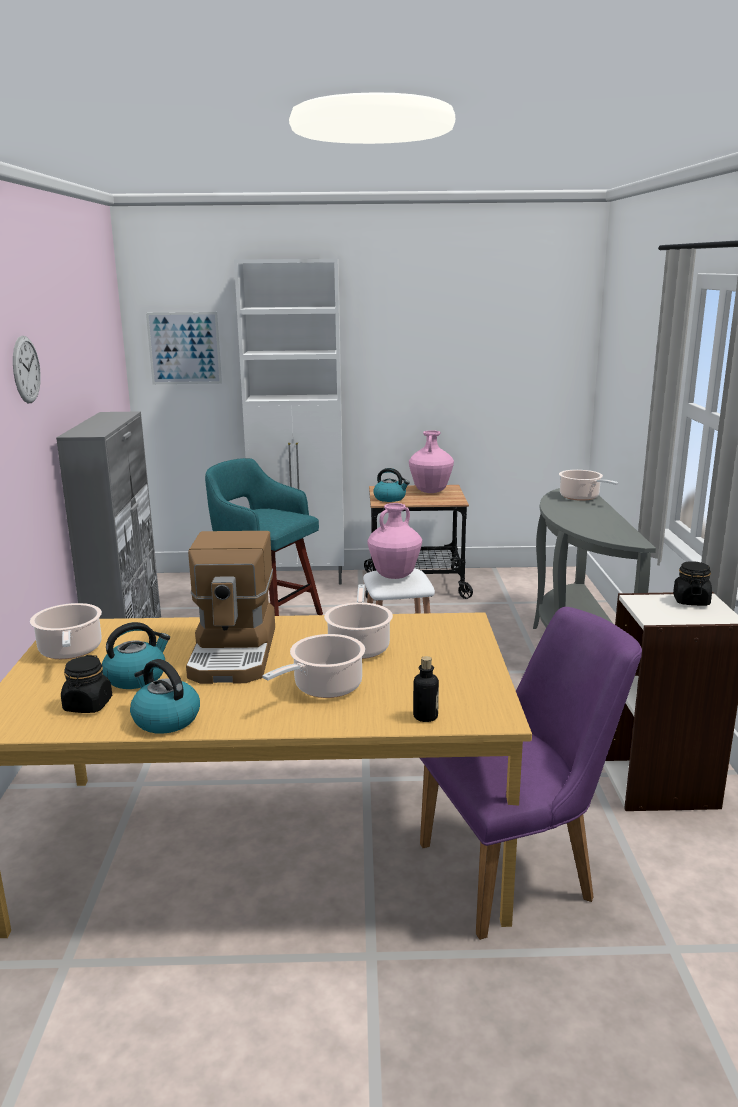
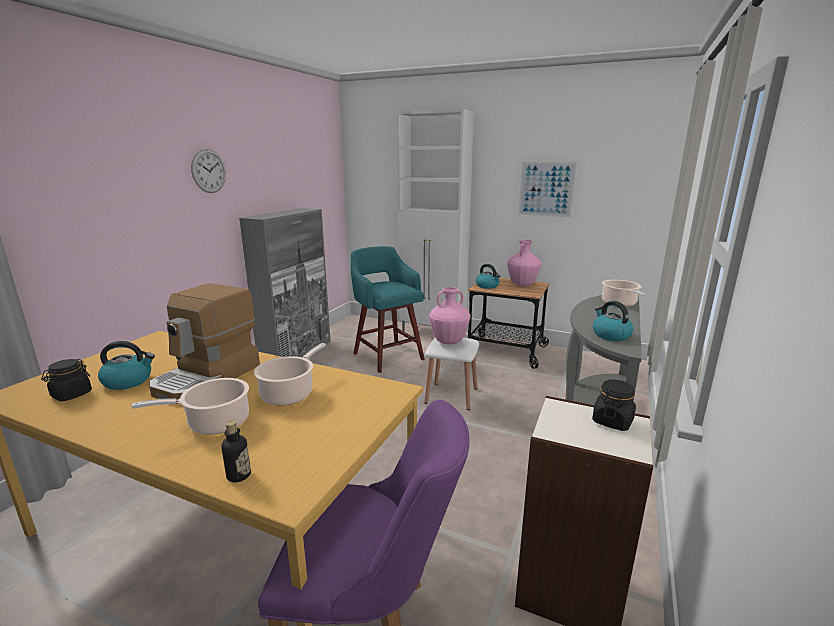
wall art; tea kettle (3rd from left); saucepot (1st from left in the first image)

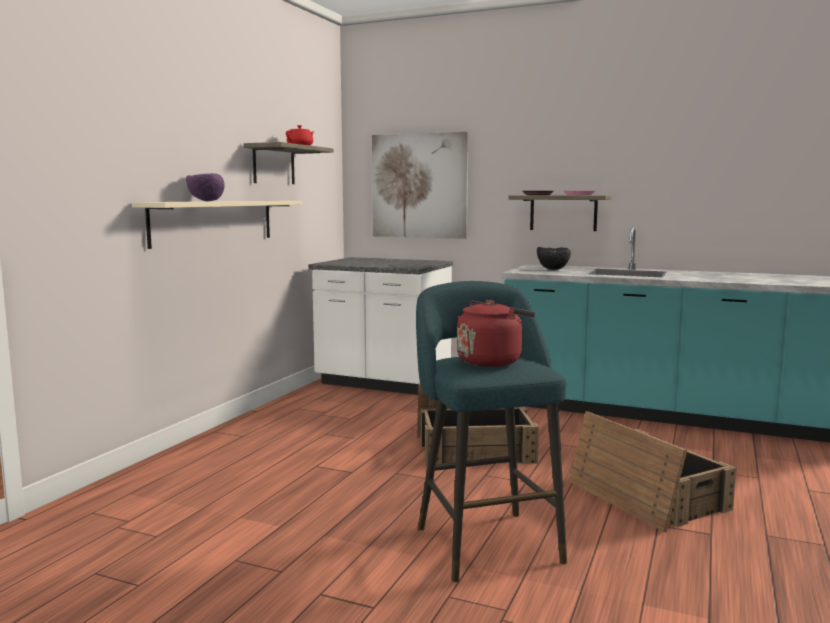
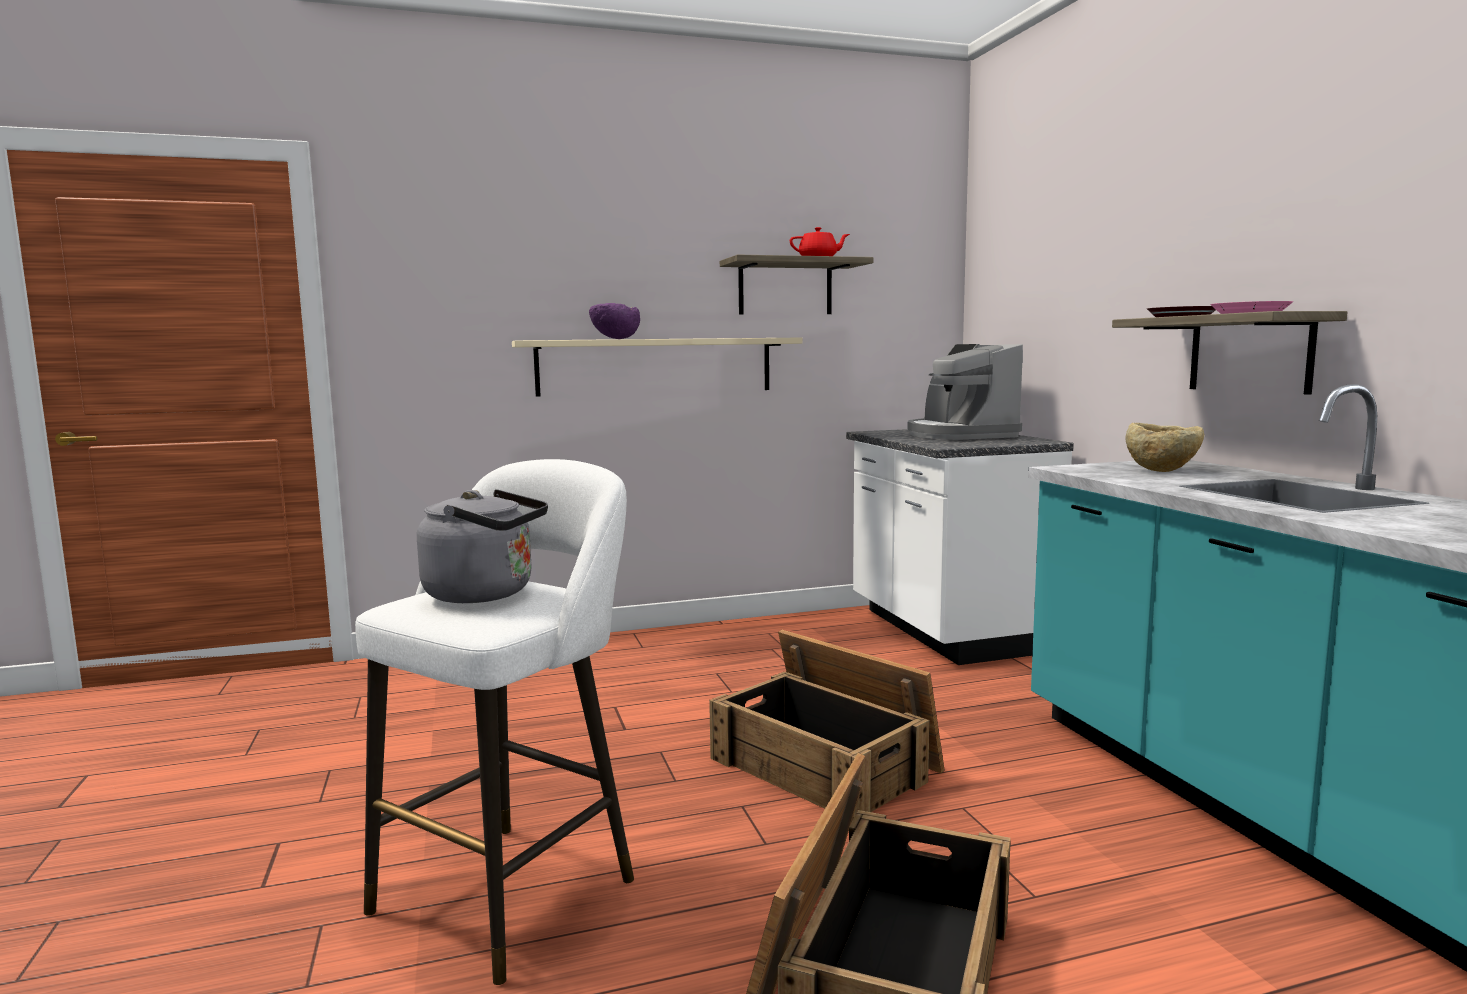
whitish stool seat; greyish tea kettle; coffee machine; beige serving bowl; wall art

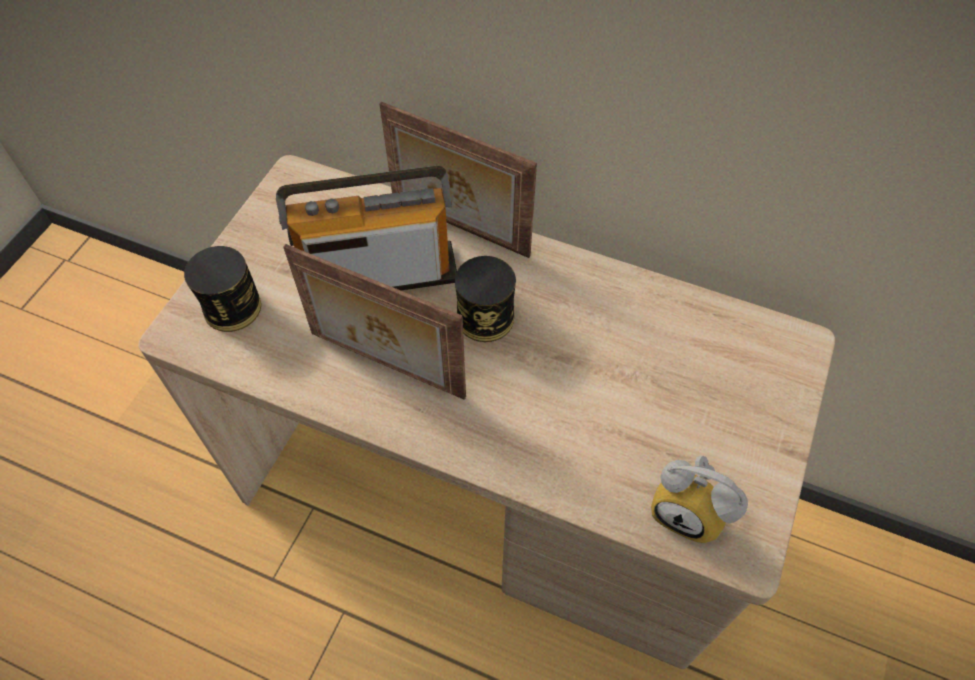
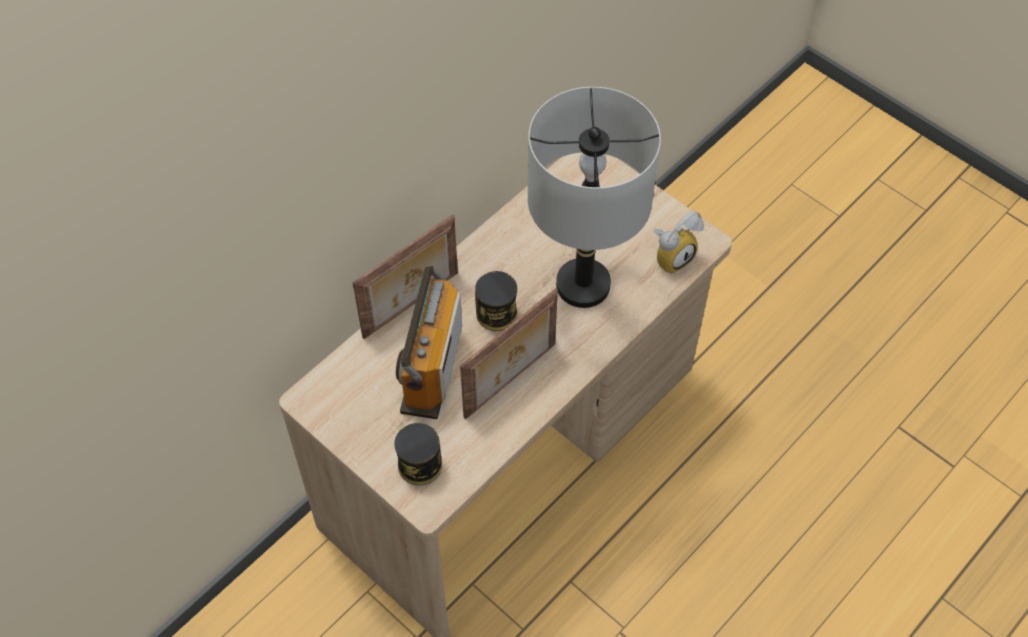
greyish lamp for a table

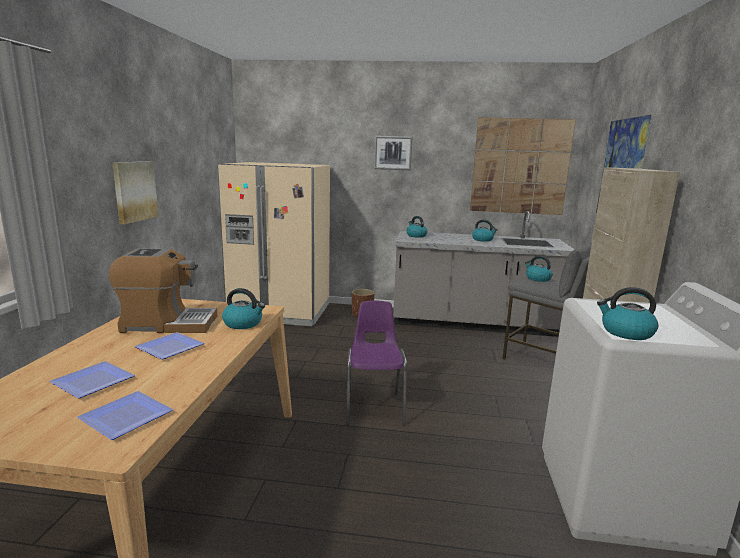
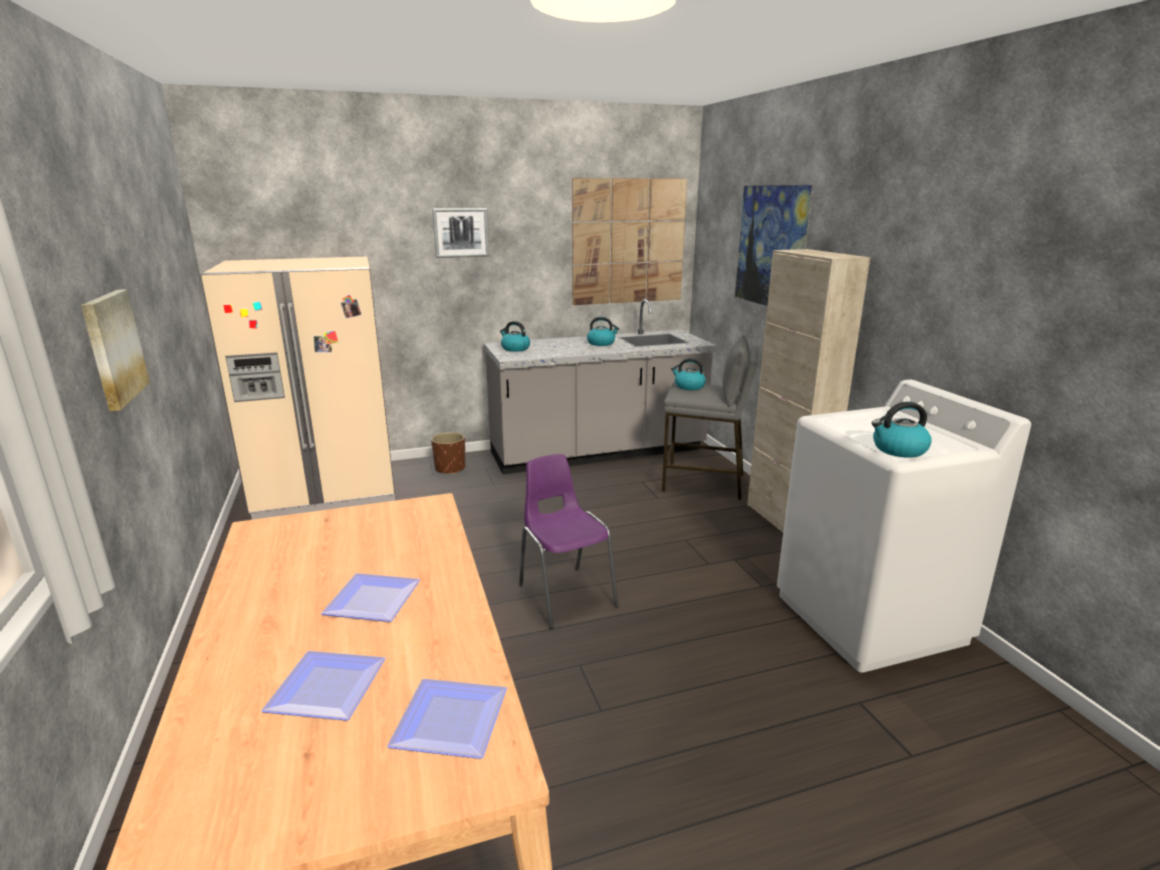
coffee machine; tea kettle (1st from left in the first image)

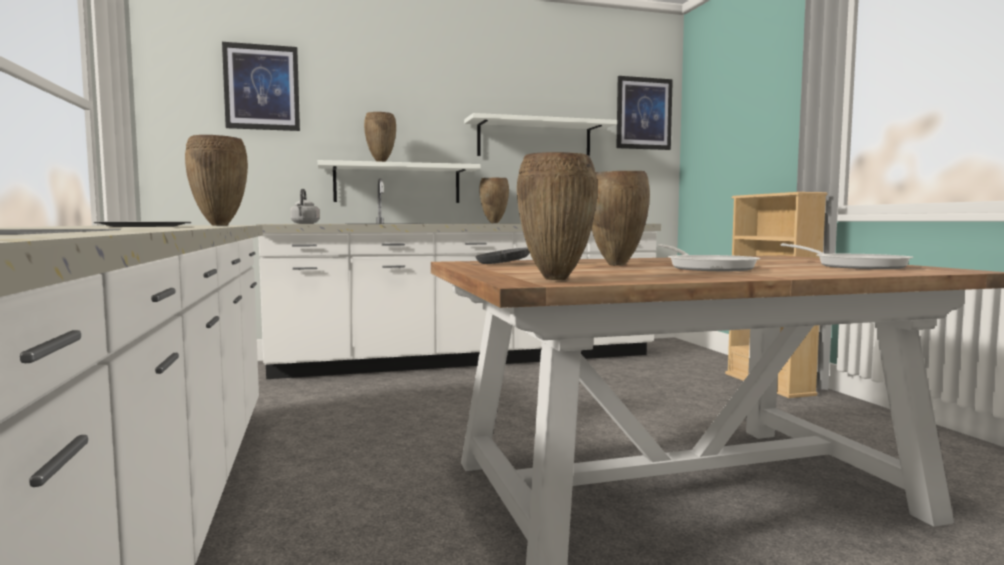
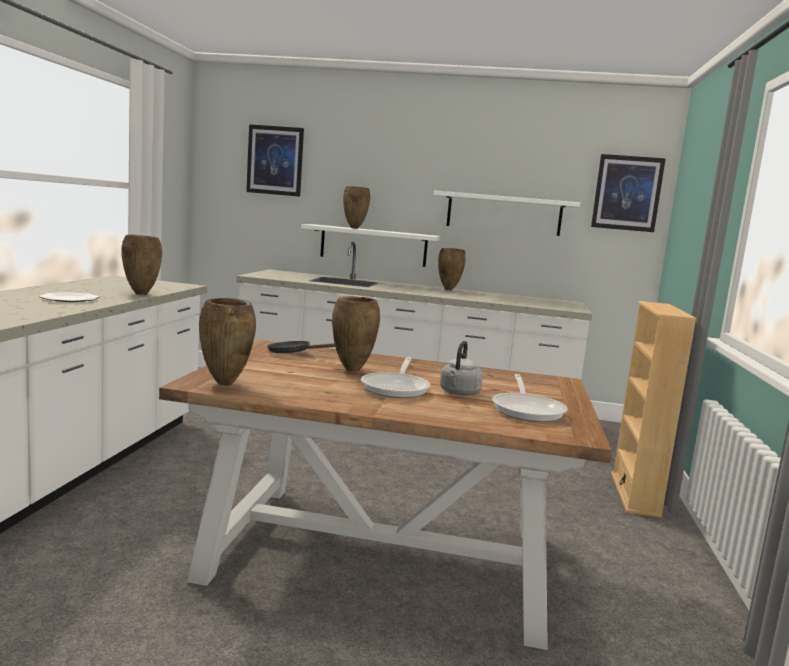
greyish tea kettle

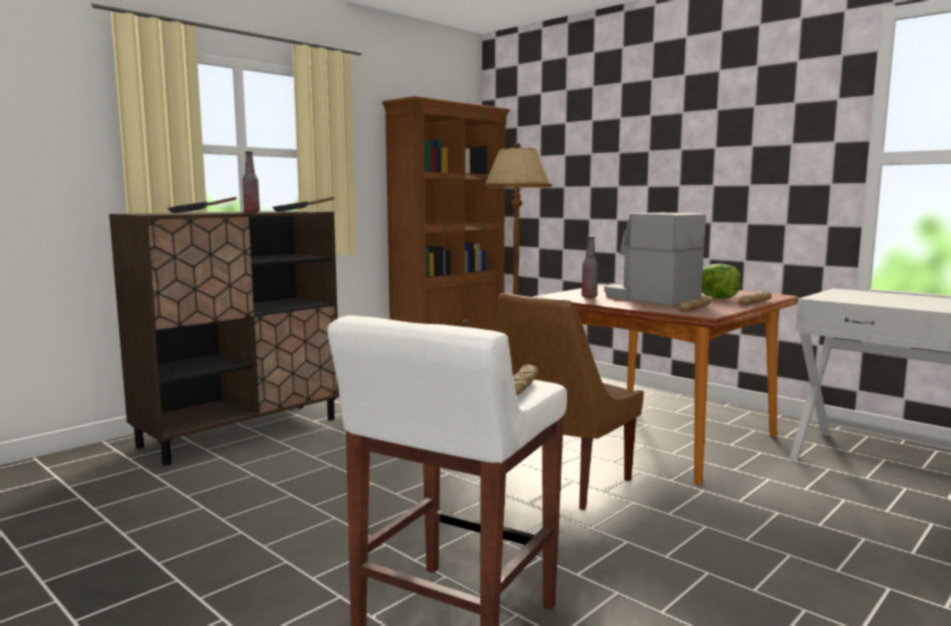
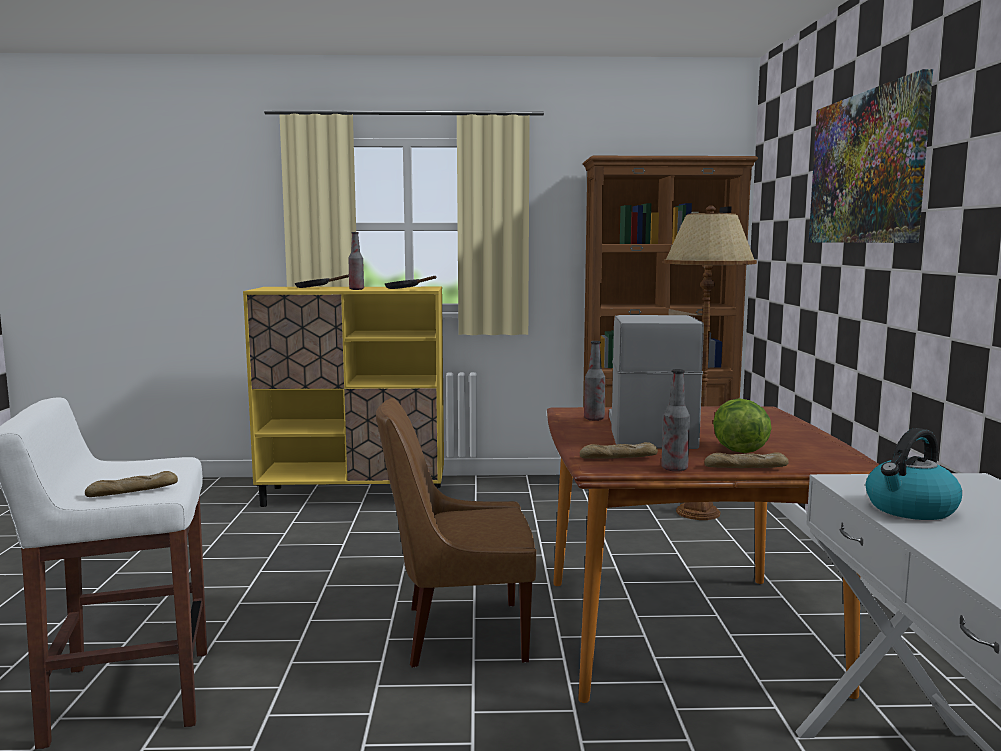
yellow cupboard; beverage bottle (3rd from left); wall art; tea kettle

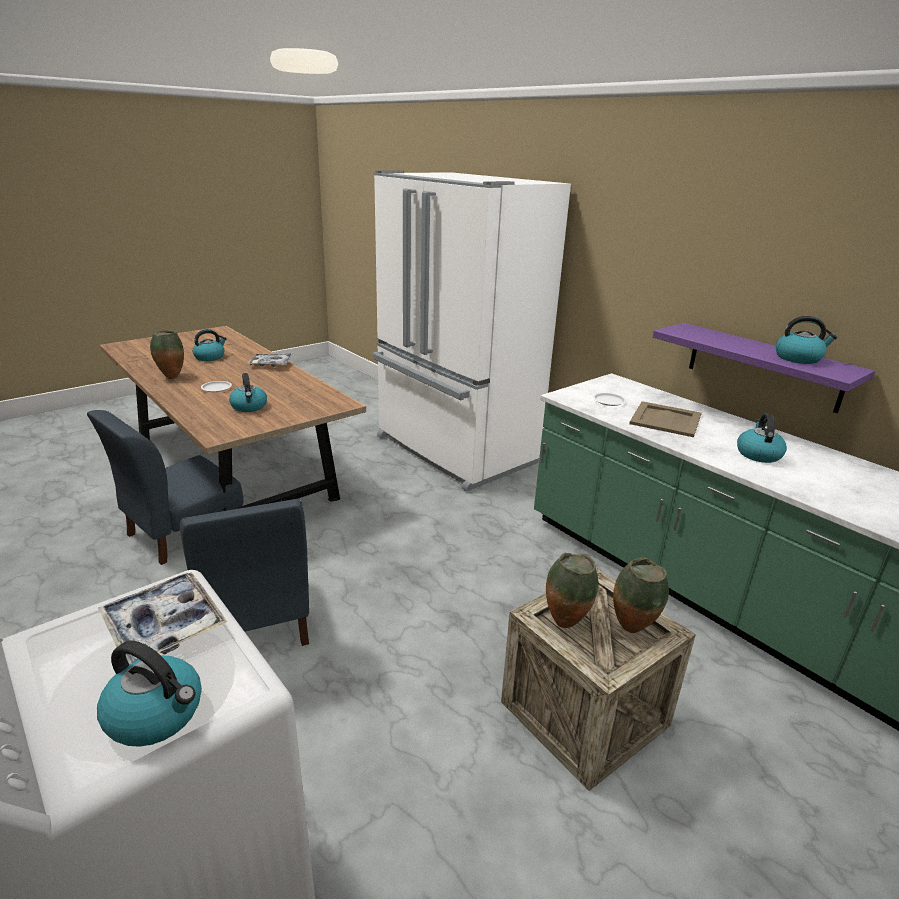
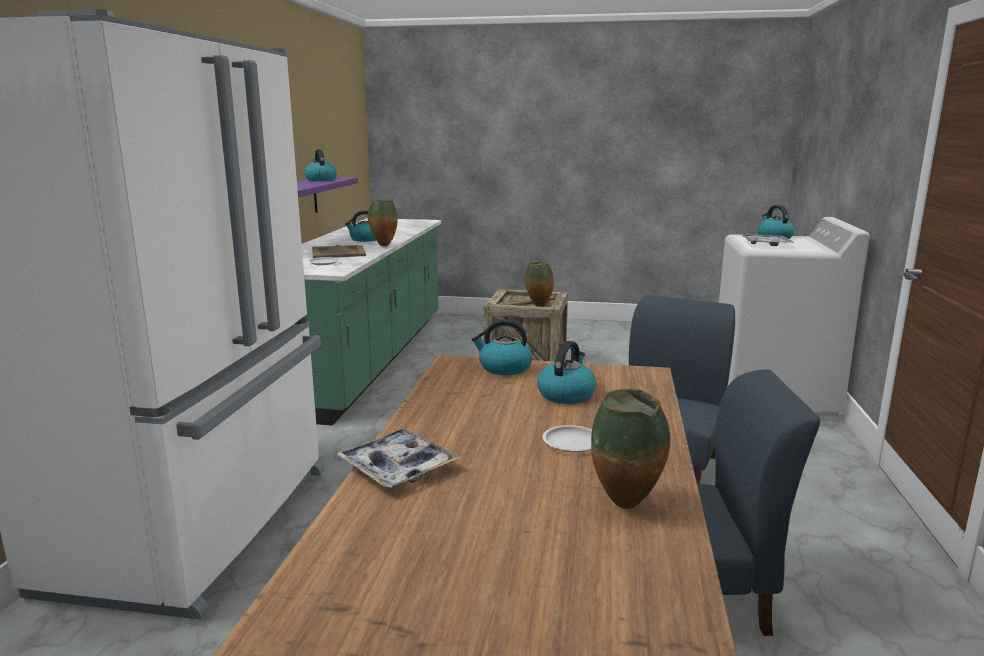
vase (1st from left); tea kettle (3rd from left)

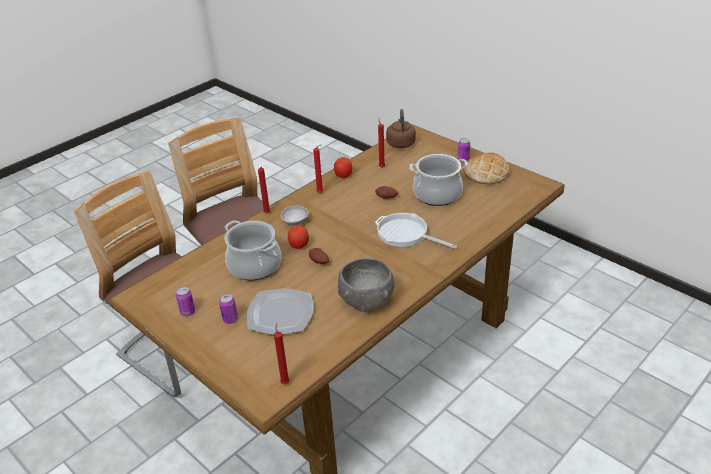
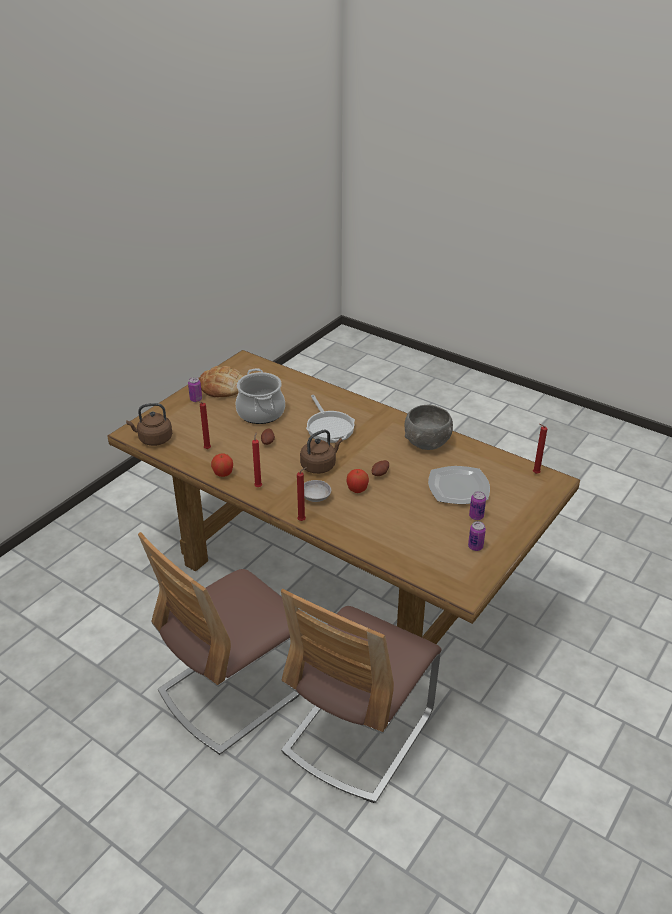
brown tea kettle (2nd from left); skillet; saucepot (1st from left in the first image)

